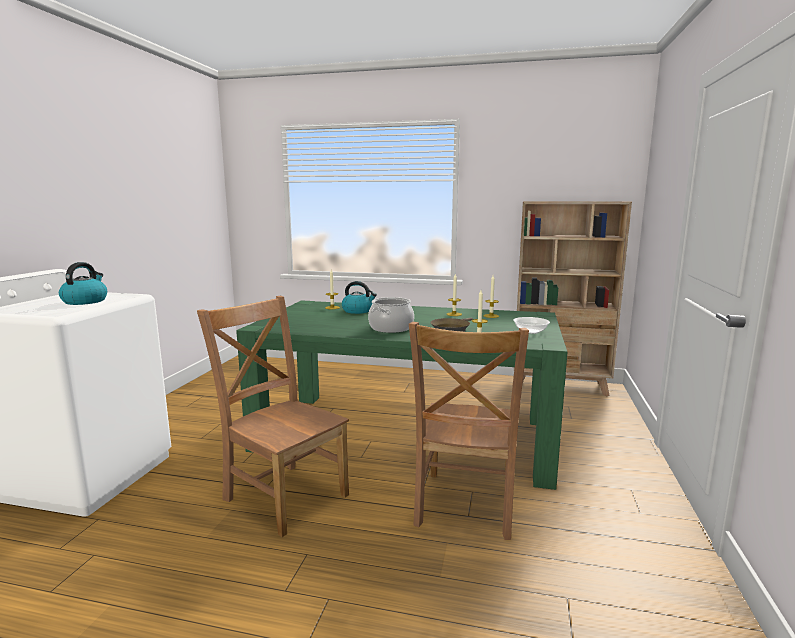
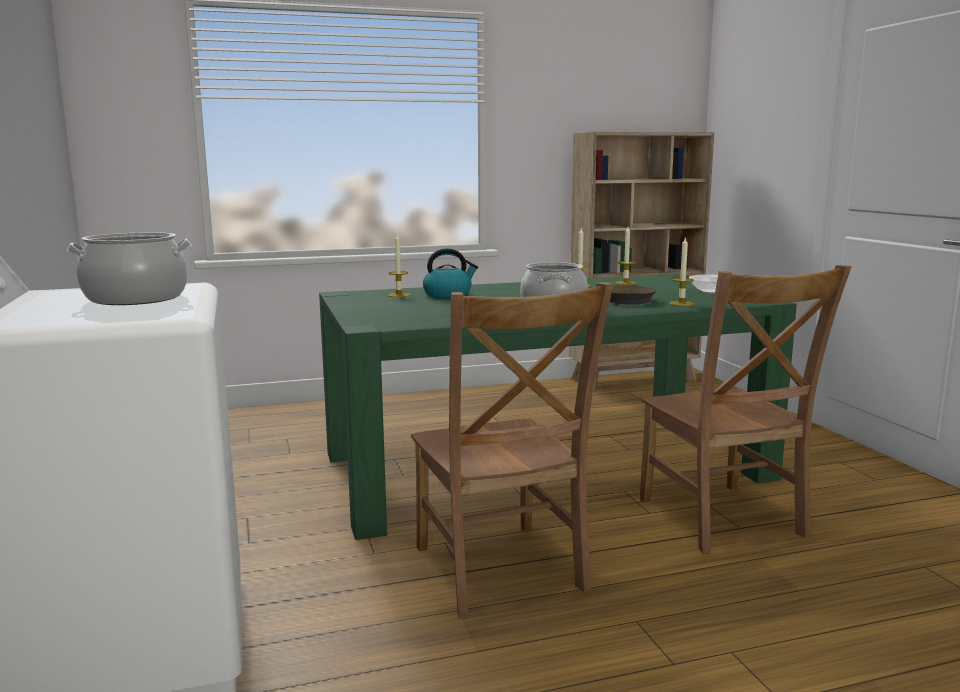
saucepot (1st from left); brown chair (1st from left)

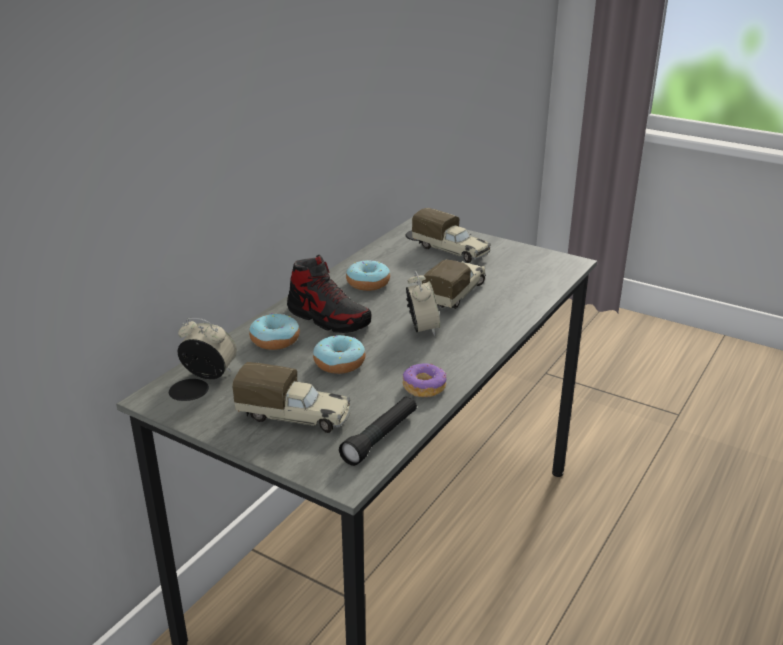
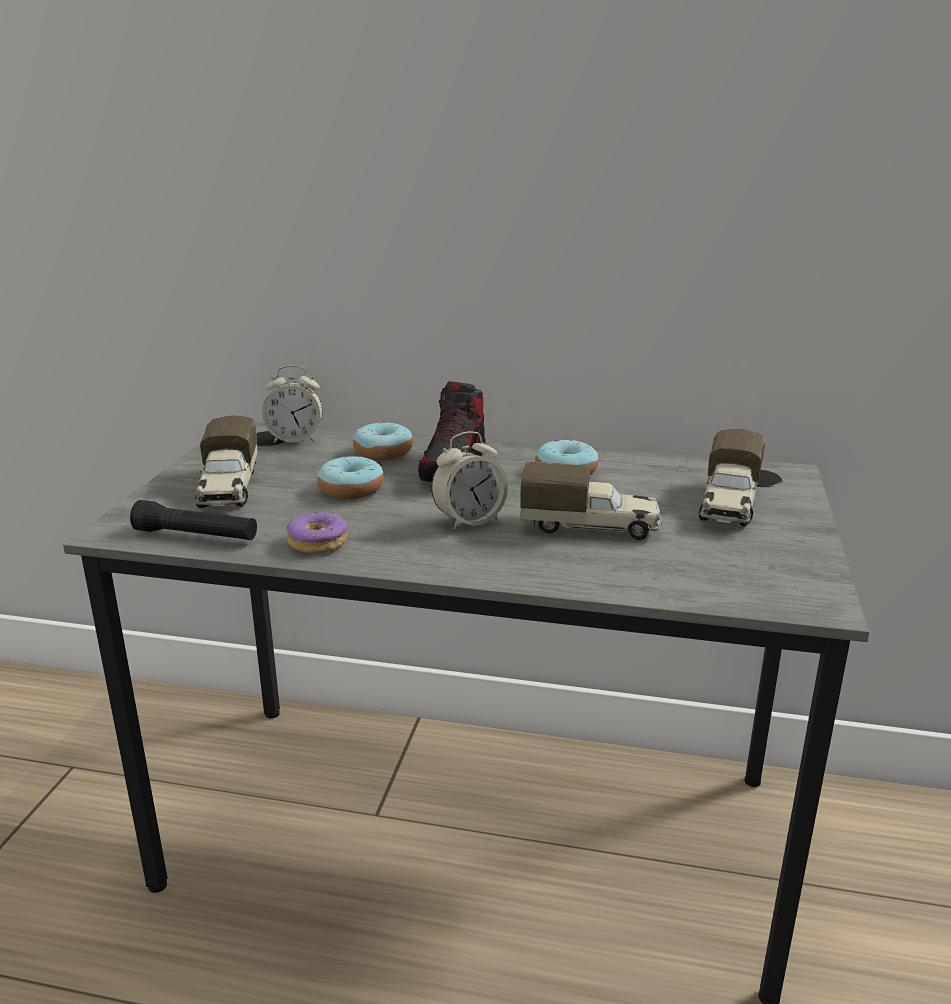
table clock (1st from left)

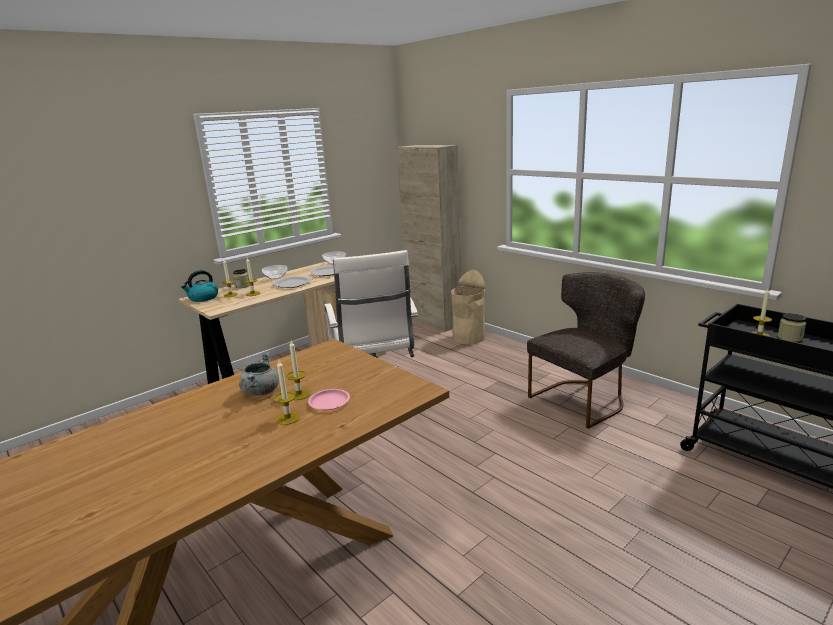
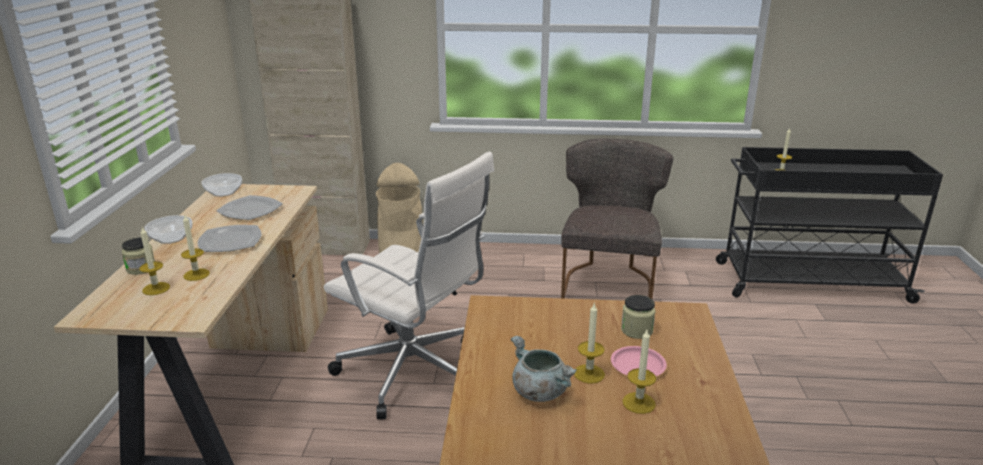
storage jar (2nd from left); tea kettle

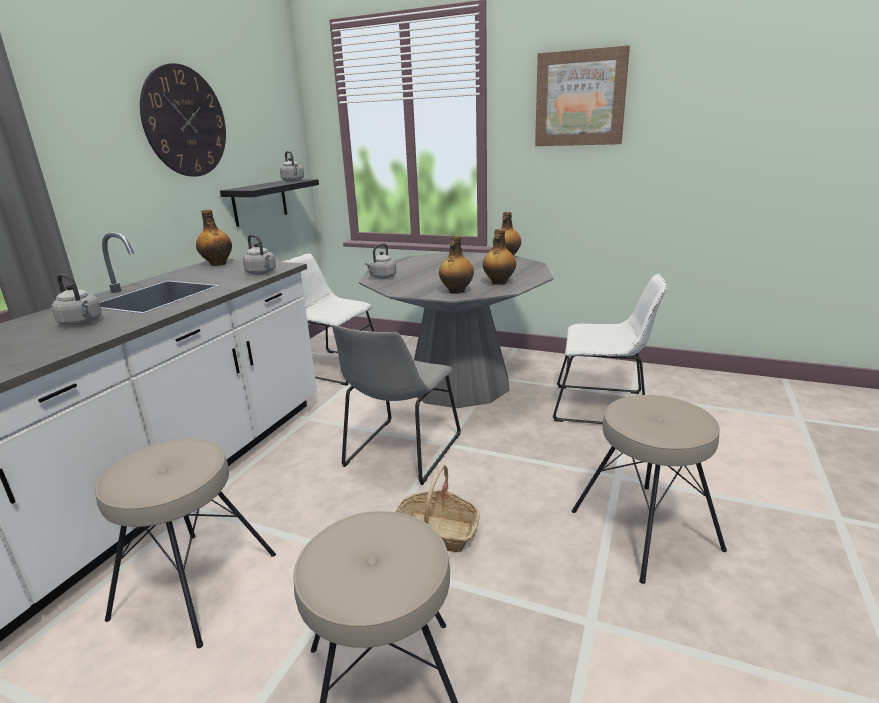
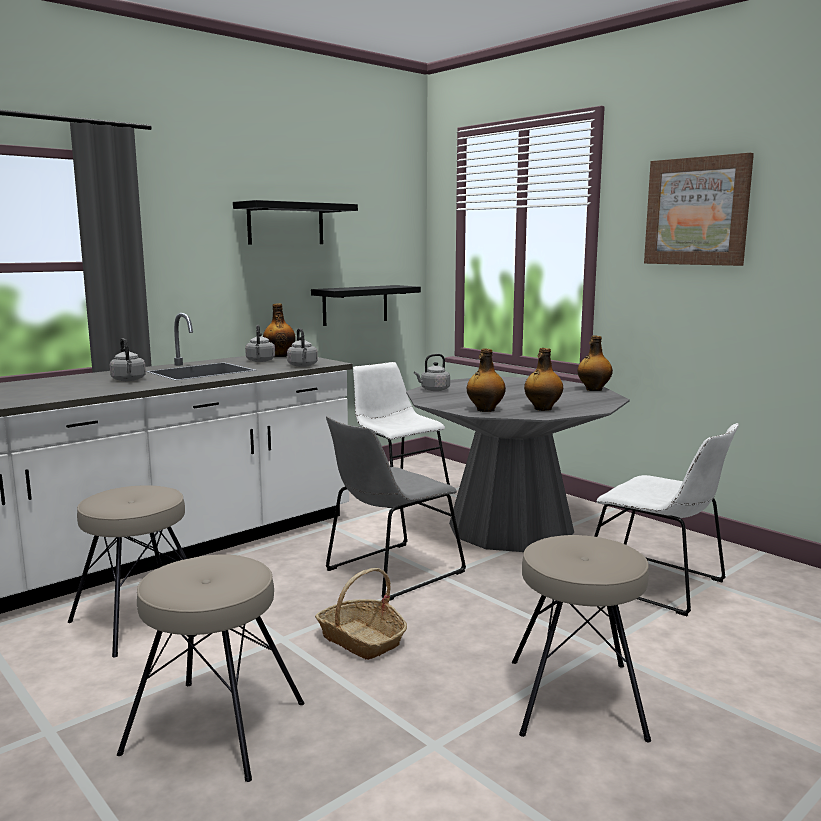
black wall shelf (1st from left); greyish tea kettle (2nd from left)

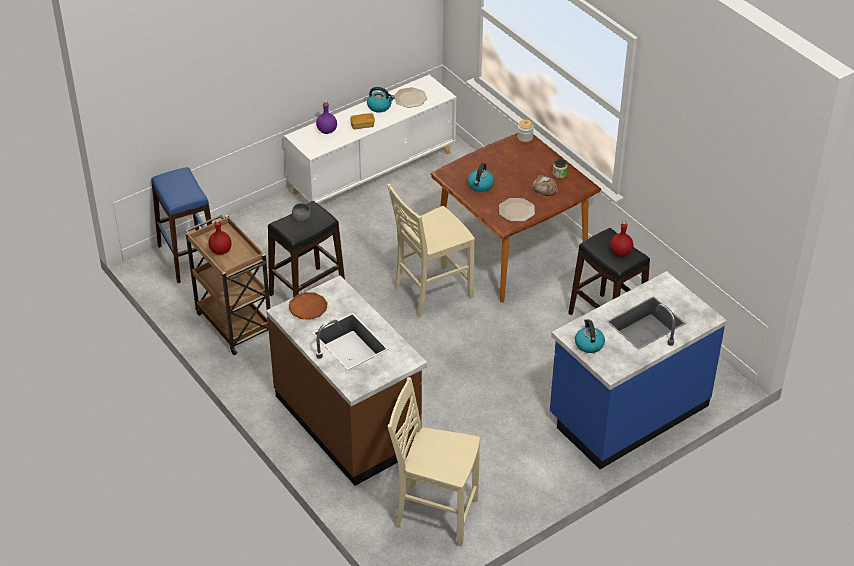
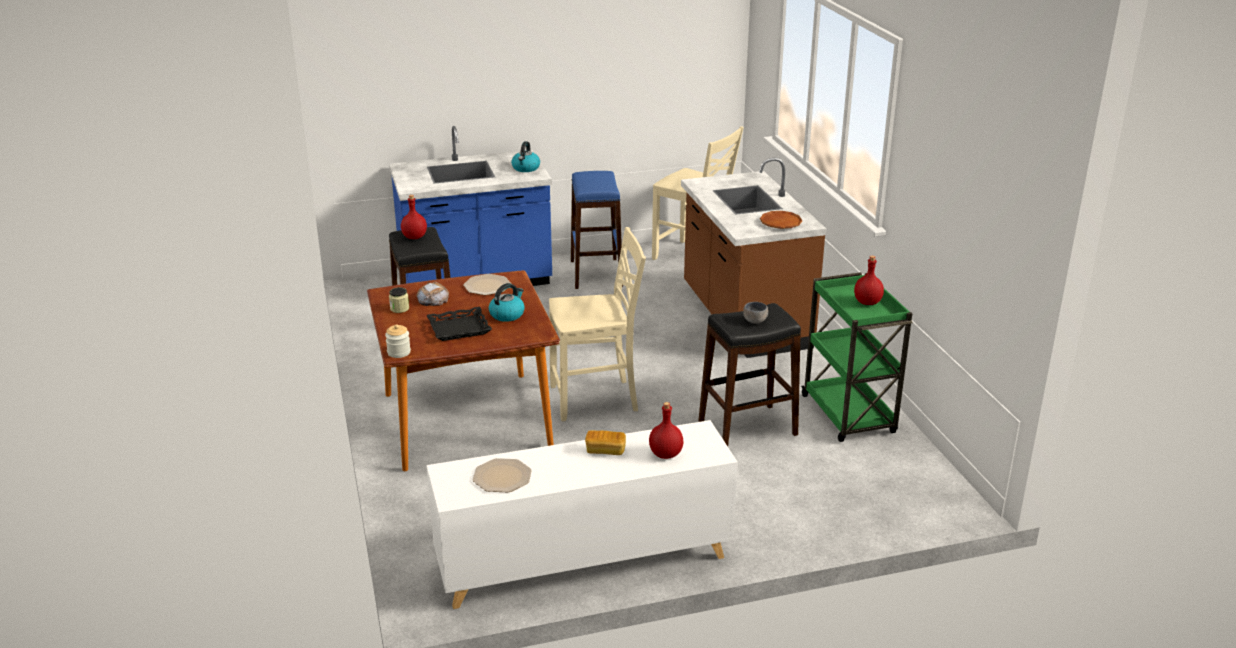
black carrying tray; bluish stool seat; reddish beverage bottle (2nd from left); green-coloured wheeled cart; tea kettle (1st from left in the first image)

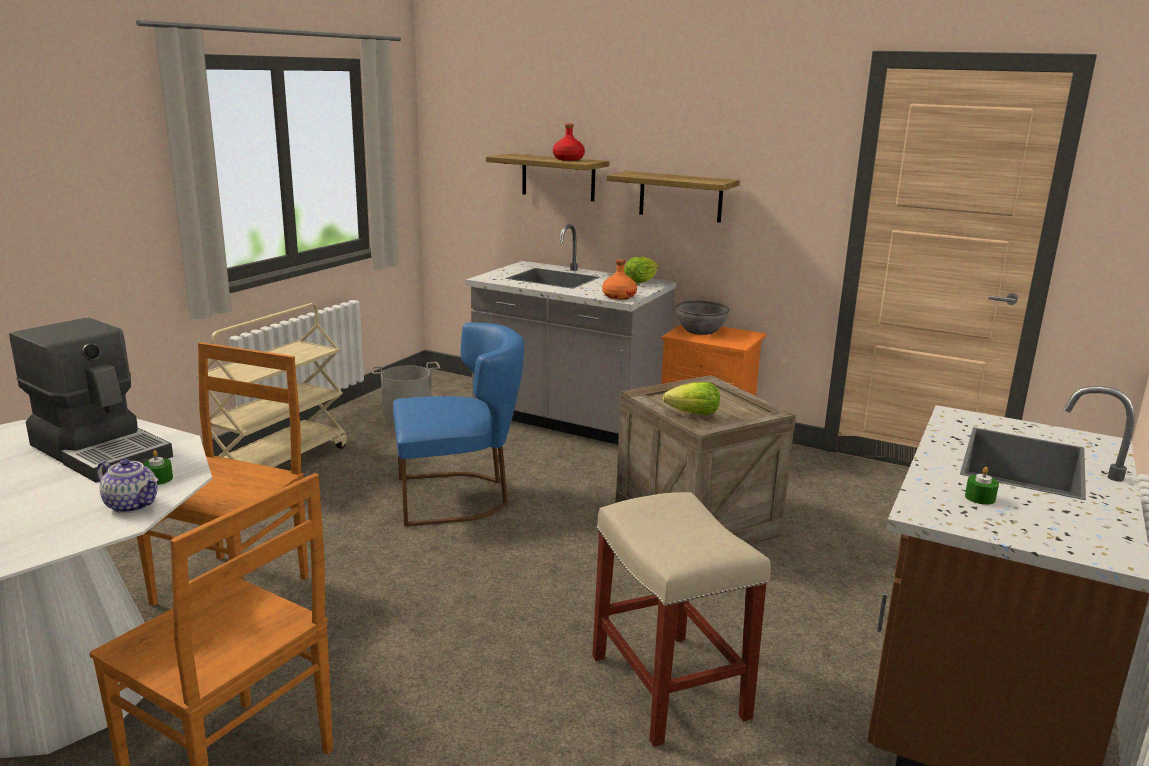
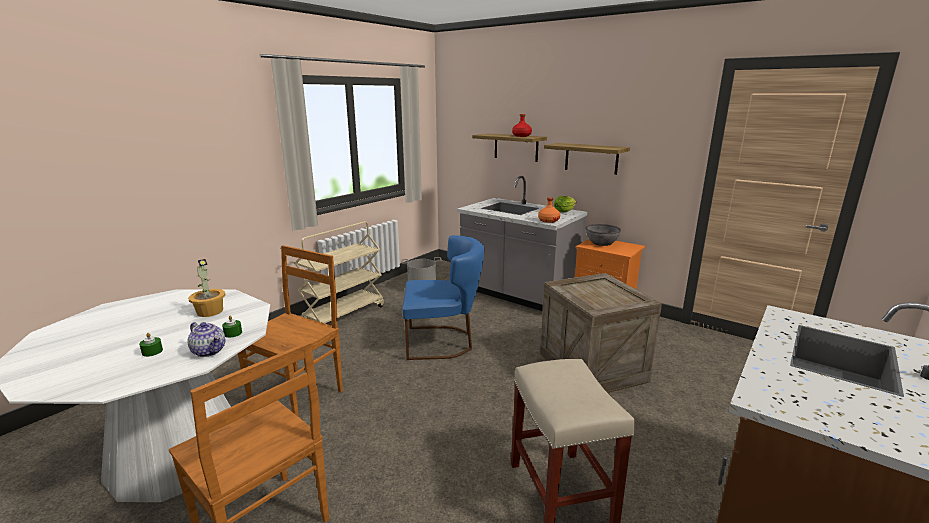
green-coloured wax light (1st from left); houseplant; lettuce head (2nd from left in the first image)

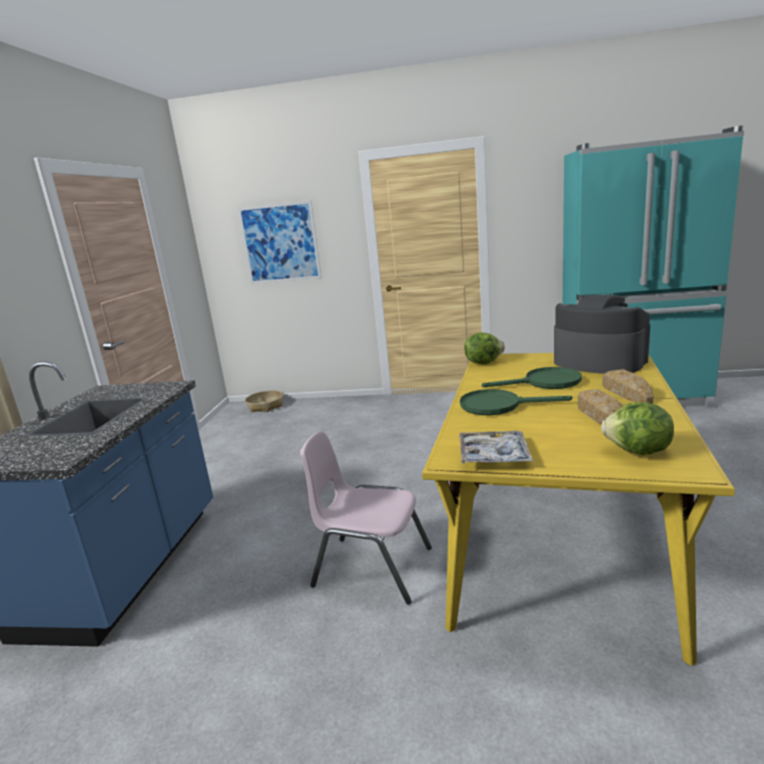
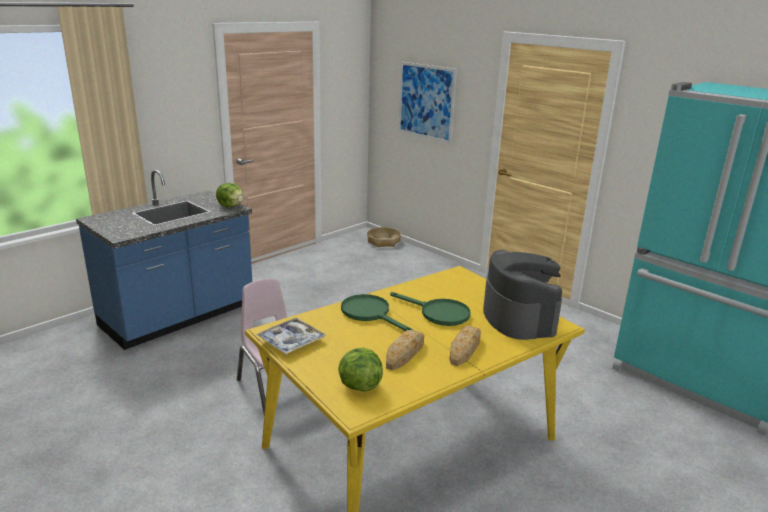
lettuce head (1st from left)

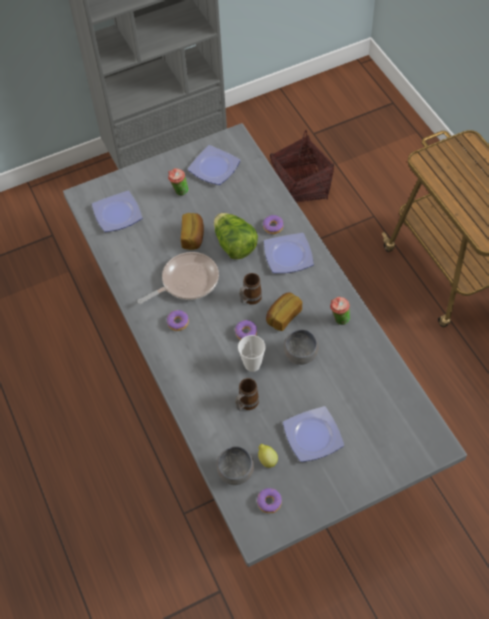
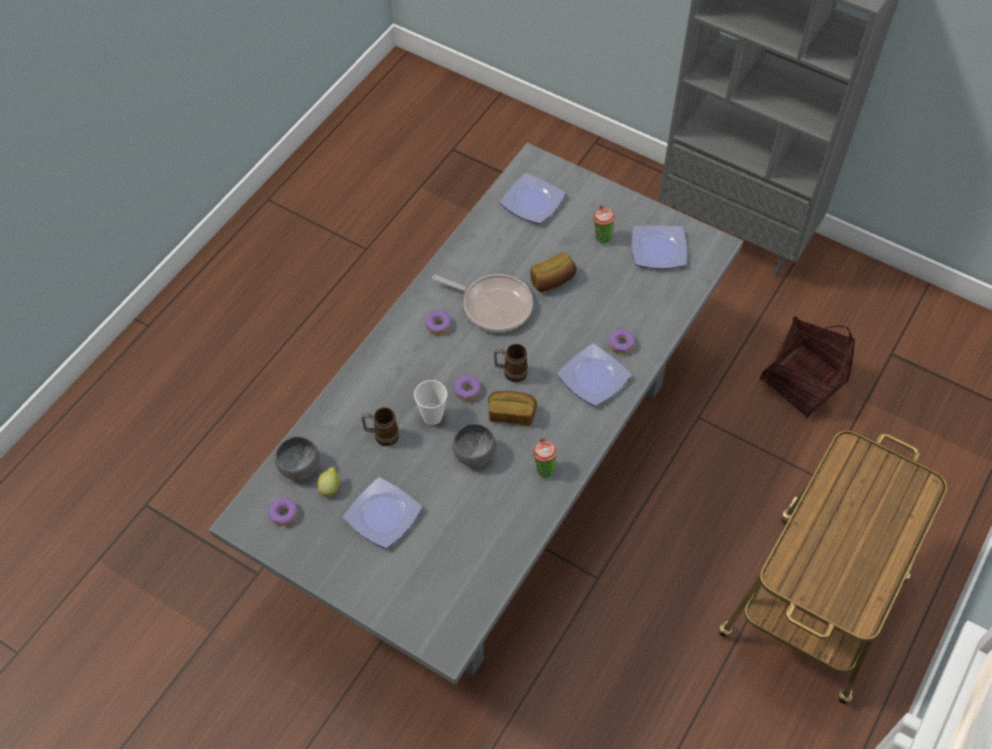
lettuce head

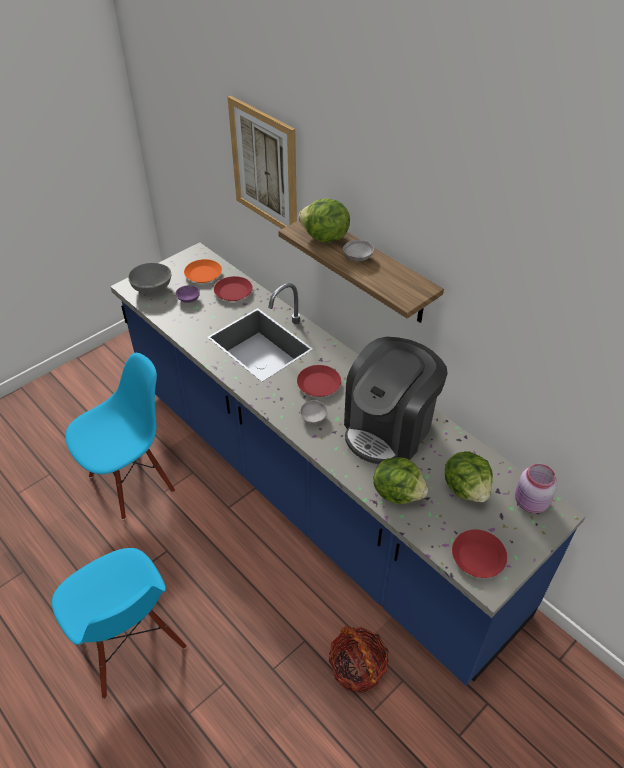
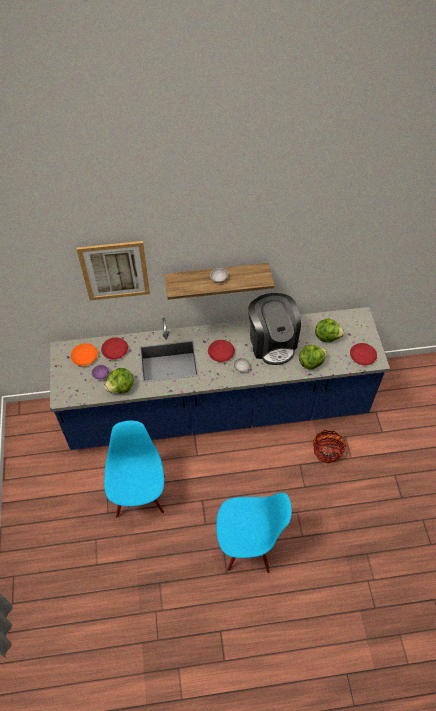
lettuce head (1st from left); greyish serving bowl (1st from left in the first image); pink-coloured storage jar

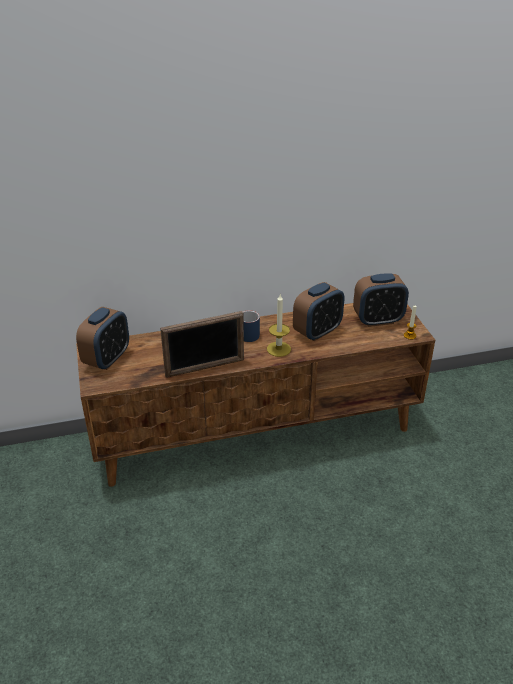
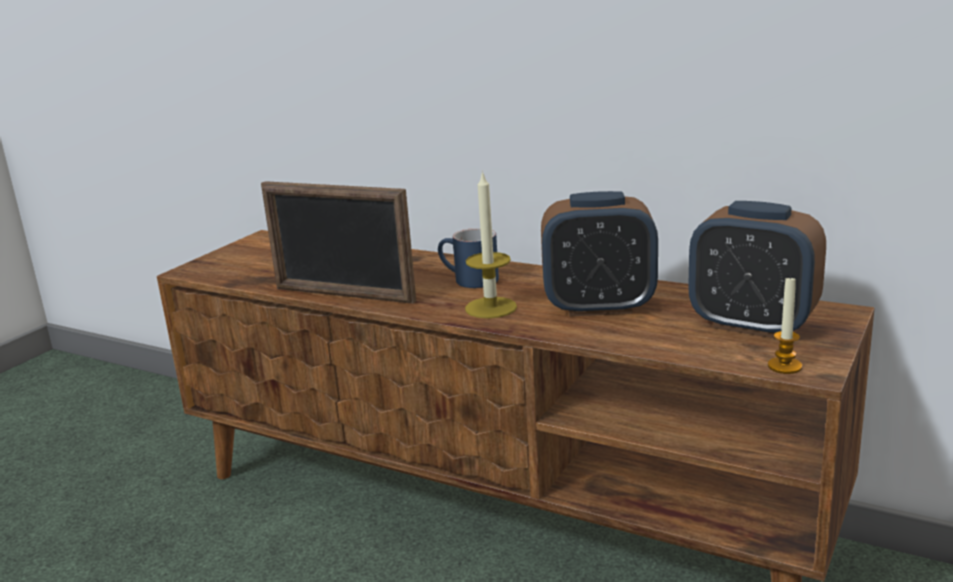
table clock (1st from left in the first image)

